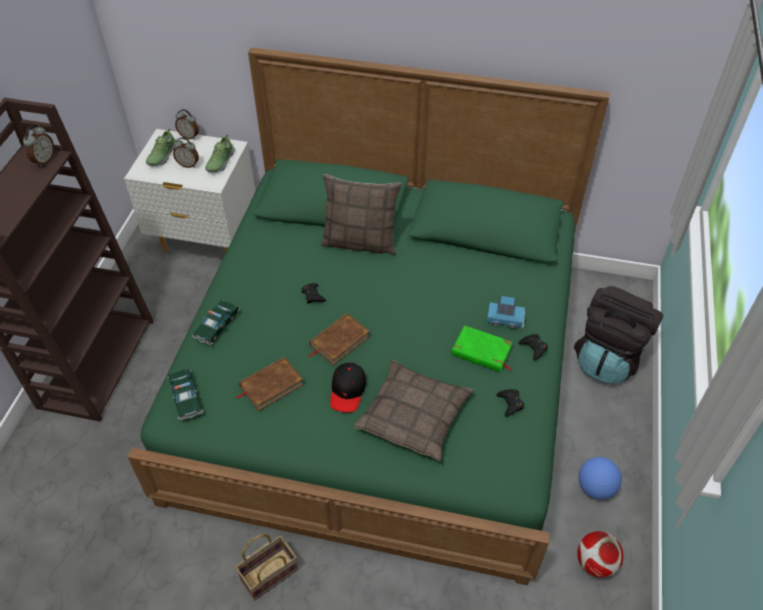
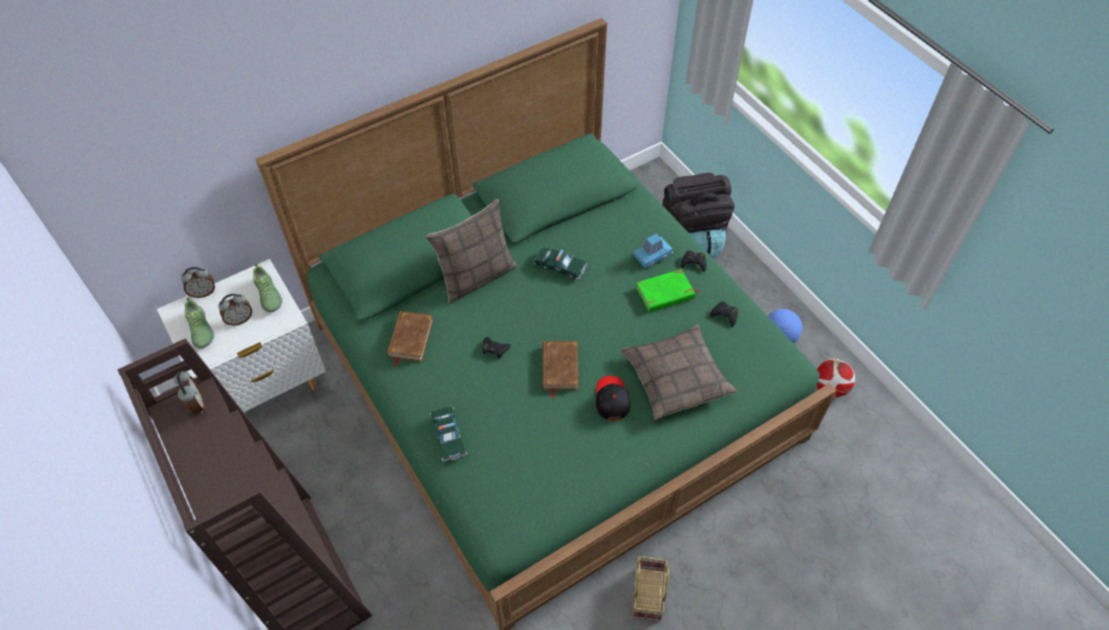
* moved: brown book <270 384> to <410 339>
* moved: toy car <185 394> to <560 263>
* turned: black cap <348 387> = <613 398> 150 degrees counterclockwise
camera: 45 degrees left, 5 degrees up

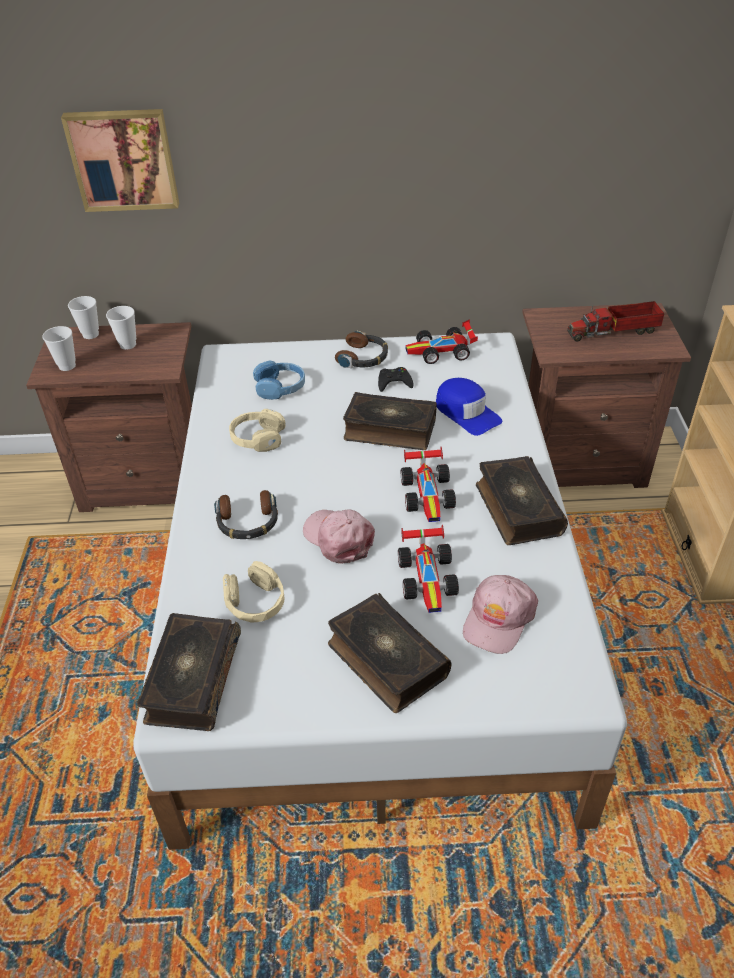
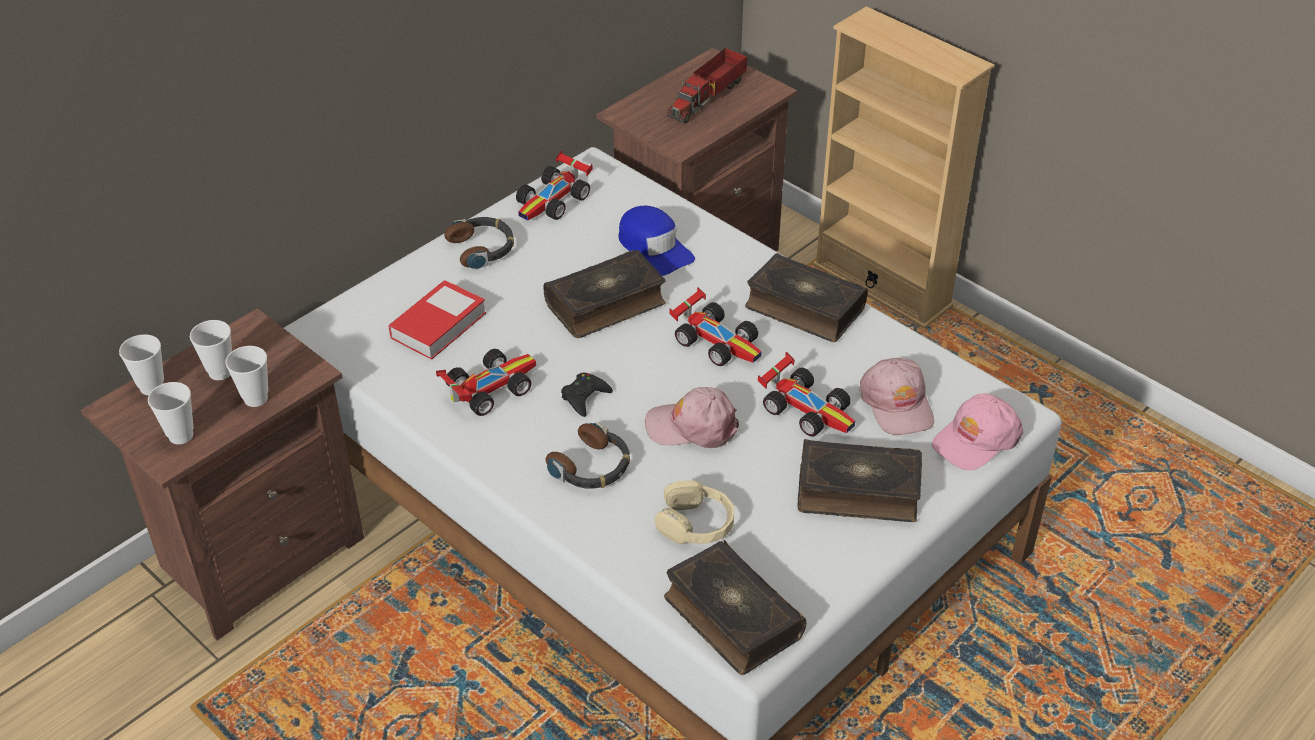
* added: cup <246 376>
* replaced: blue headphones <279 380> to book <437 320>
* replaced: beige headphones <257 430> to toy car <486 382>
* moved: black game controller <396 379> to <587 394>
* turned: blue cap <469 407> = <656 241> 45 degrees clockwise
* added: pink cap <977 432>
* removed: picture <120 160>
camera: 45 degrees left, 0 degrees up

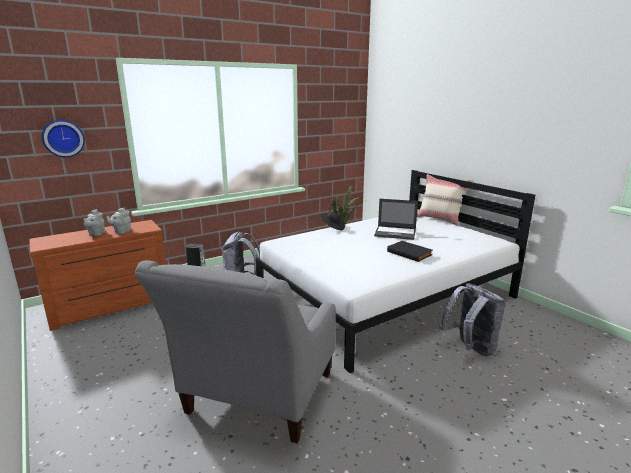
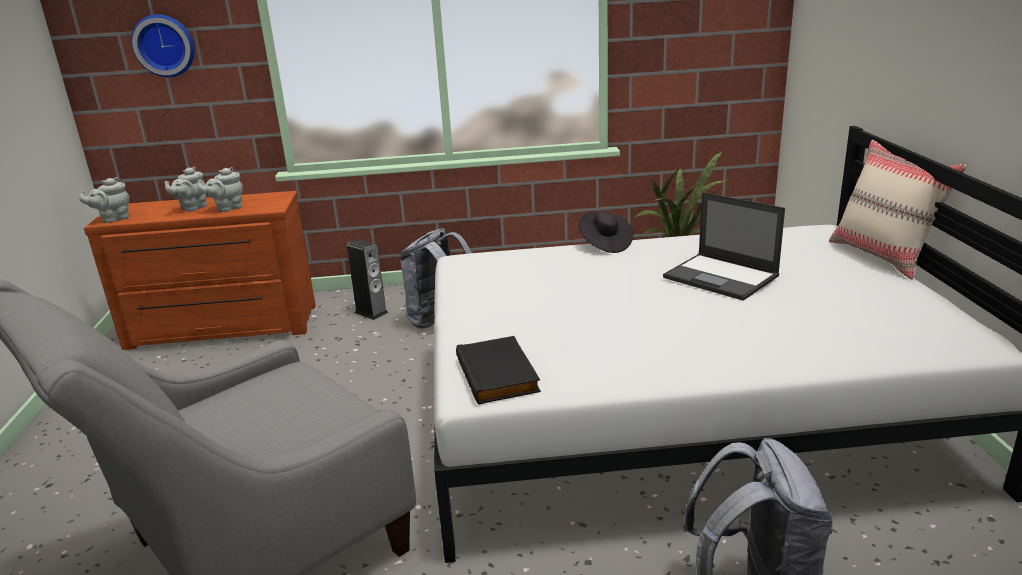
* added: grey teapot <104 200>
* moved: black book <409 251> to <498 370>
camera: 30 degrees right, 5 degrees up

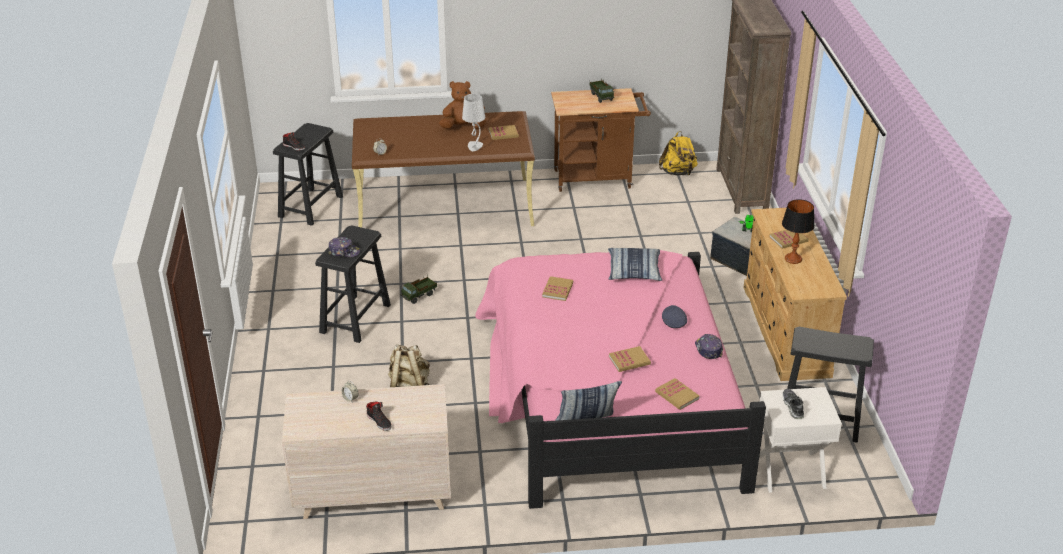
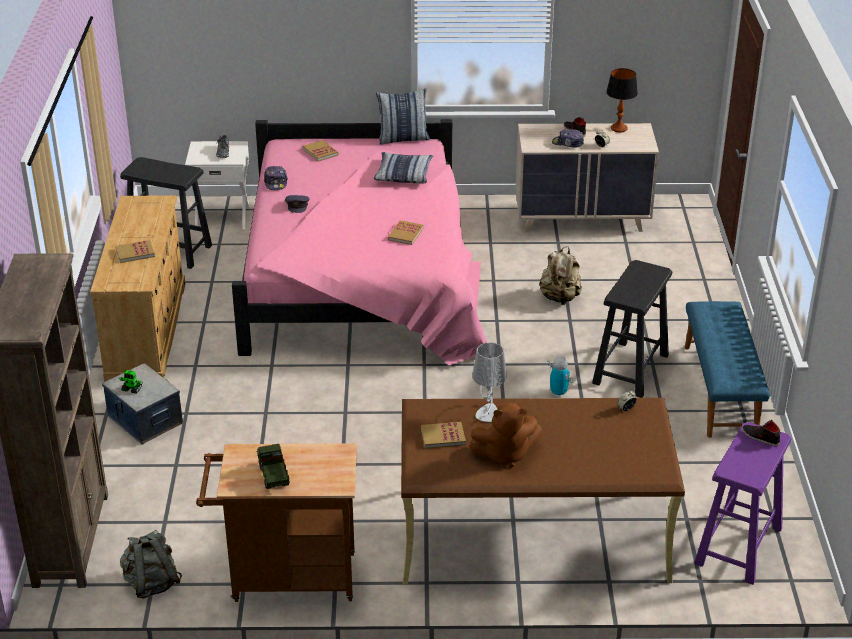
* recoloured: yellow backpack <678 153> to grey backpack <151 564>
* moved: pillow <635 264> to <403 167>
* replaced: toy truck <419 290> to toy robot <560 376>
* moved: cap <344 247> to <568 138>
* moved: table lamp <798 231> to <622 100>
* added: blue bench <727 369>
* recoloured: black stool <308 174> to purple stool <742 503>
* removed: book <630 359>
camera: 175 degrees left, 0 degrees up

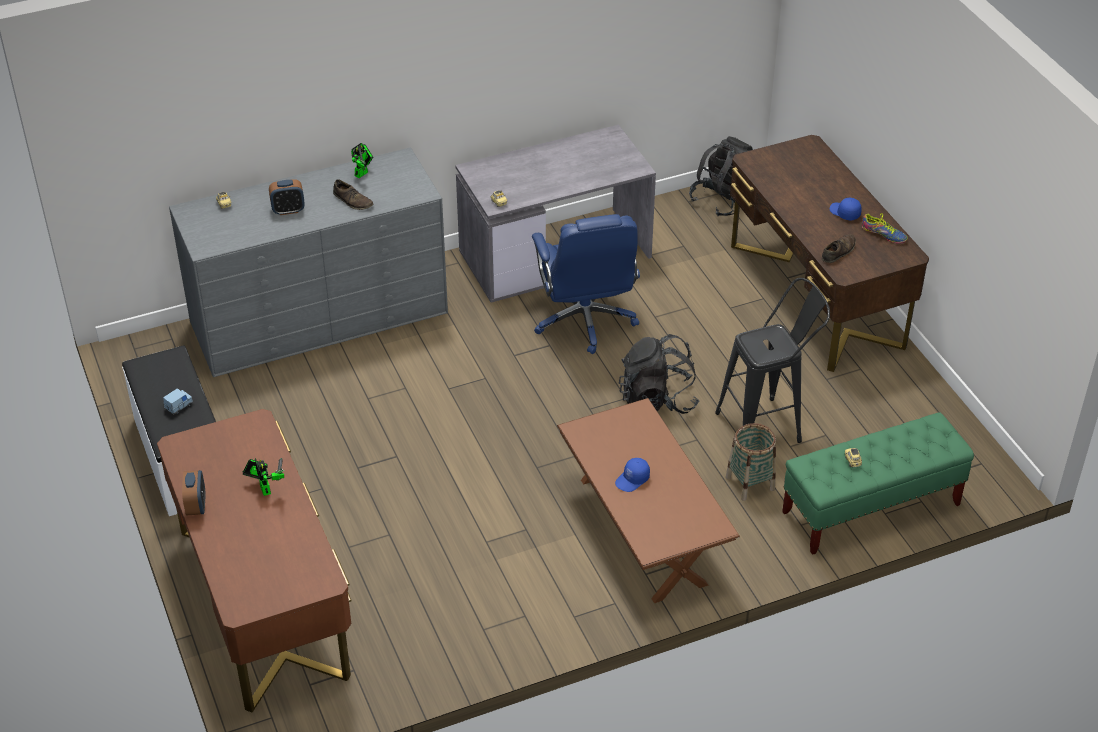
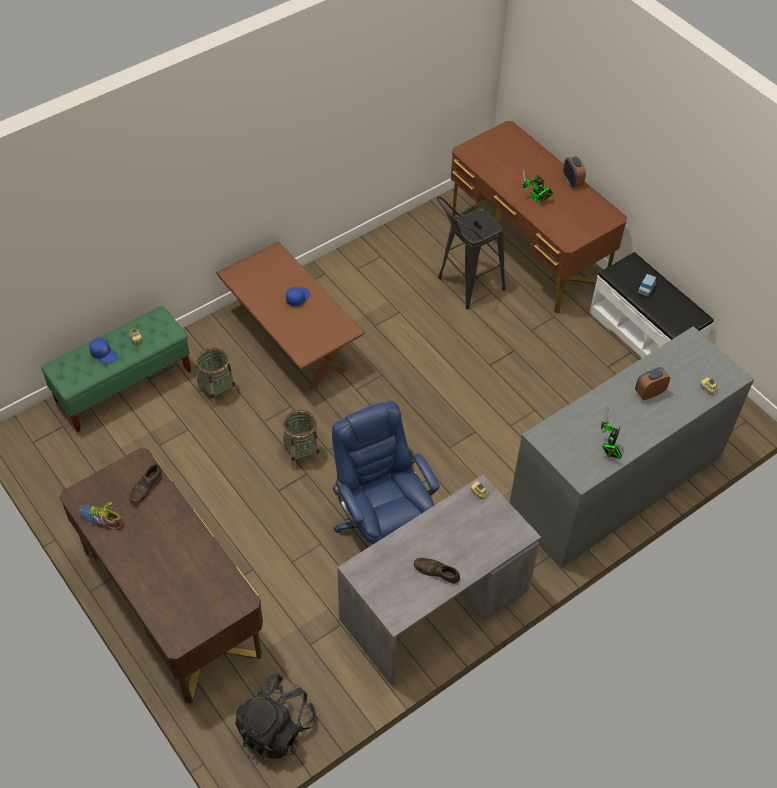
* moved: blue cap <846 209> to <103 351>
* replaced: black backpack <659 374> to basket <302 439>
* moved: brown shoe <353 194> to <437 571>
* moved: black stool <772 360> to <471 252>
camera: 165 degrees right, 10 degrees up

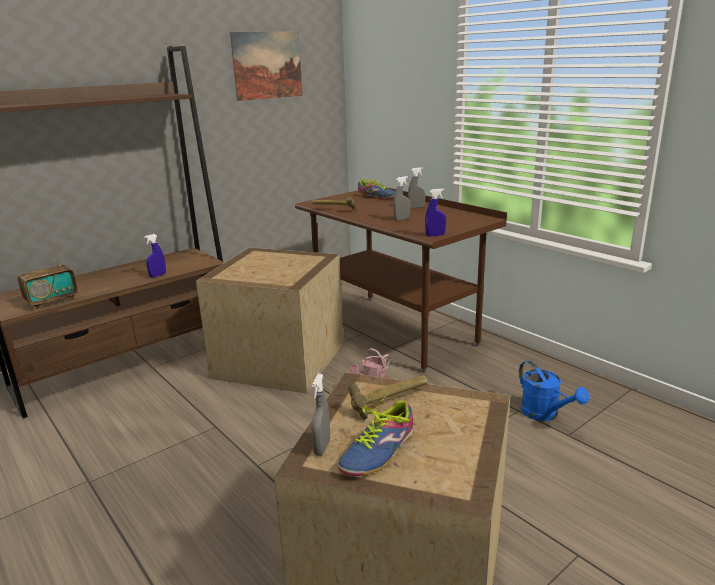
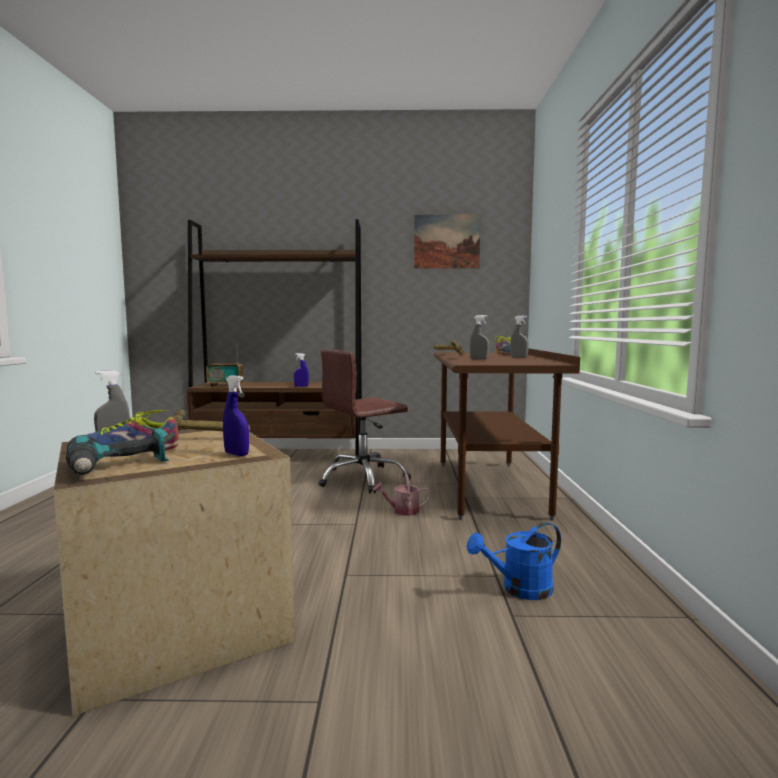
* added: power drill <117 451>
* moved: blue spray bottle <435 212> to <236 415>
* replaced: crate <269 321> to brown office chair <364 421>
* turned: blue watering can <554 391> = <514 561> 60 degrees clockwise
camera: 40 degrees right, 15 degrees down

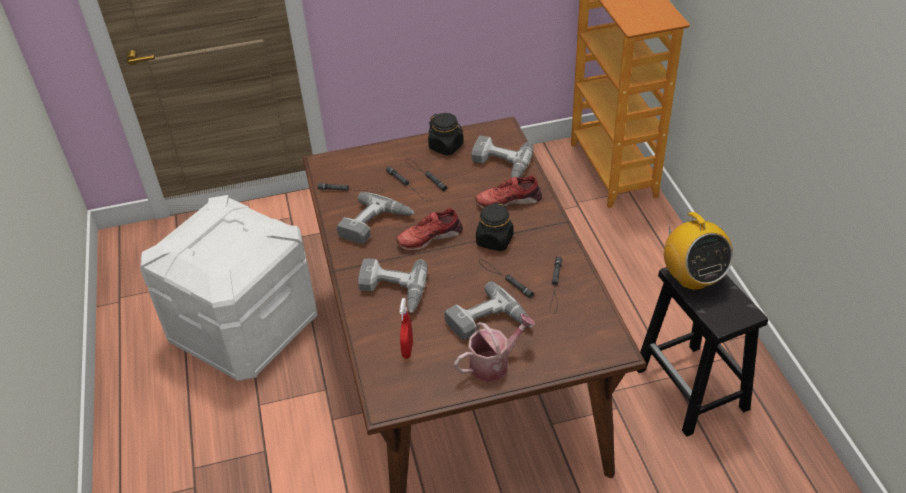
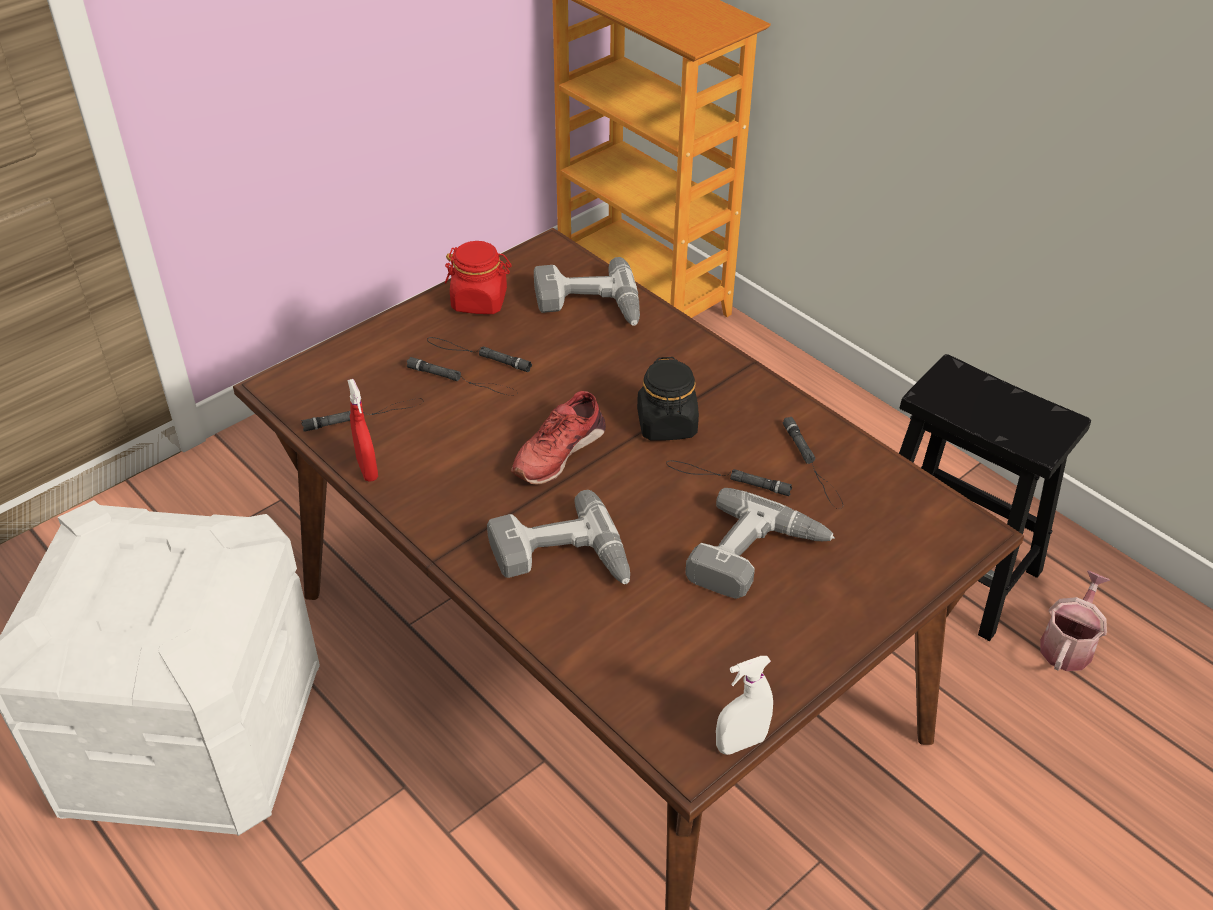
* moved: red spray bottle <406 328> to <362 430>
* recoloured: black jar <446 134> to red jar <478 277>
* added: white spray bottle <744 705>
* moved: watering can <495 348> to <1075 621>
* removed: power drill <376 218>
* removed: red shoe <508 191>
* removed: radio <698 251>
camera: 30 degrees left, 0 degrees up

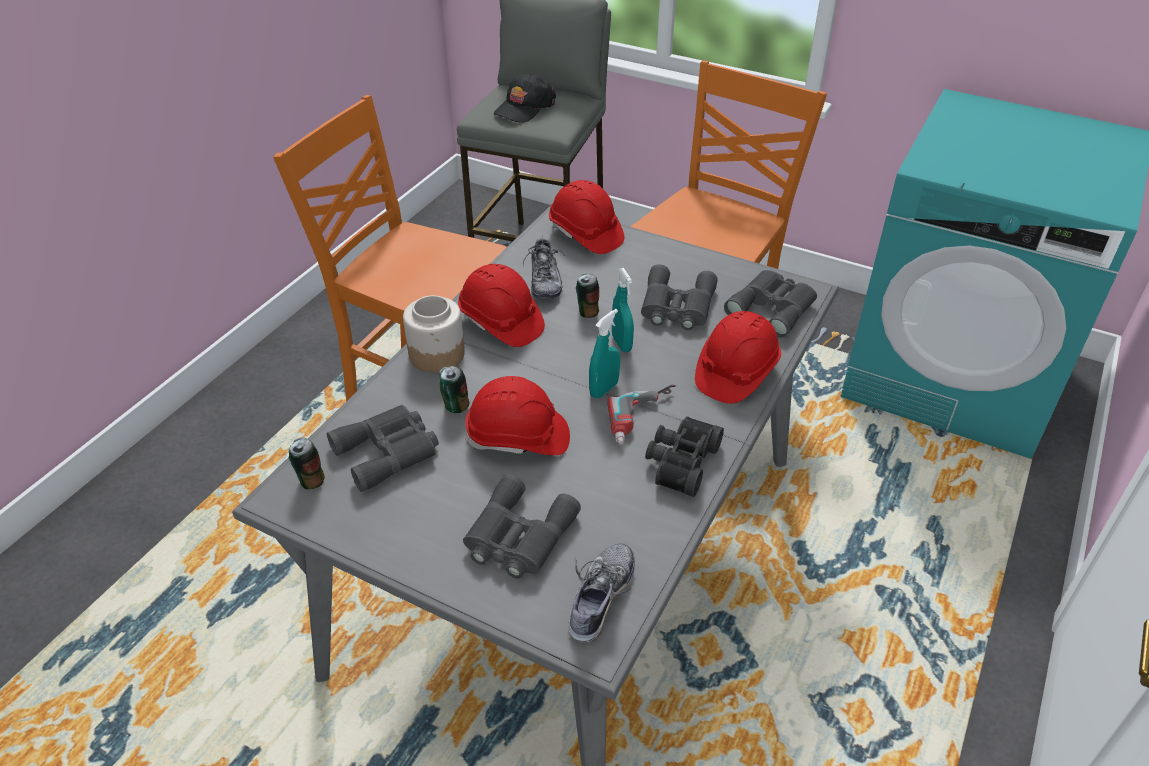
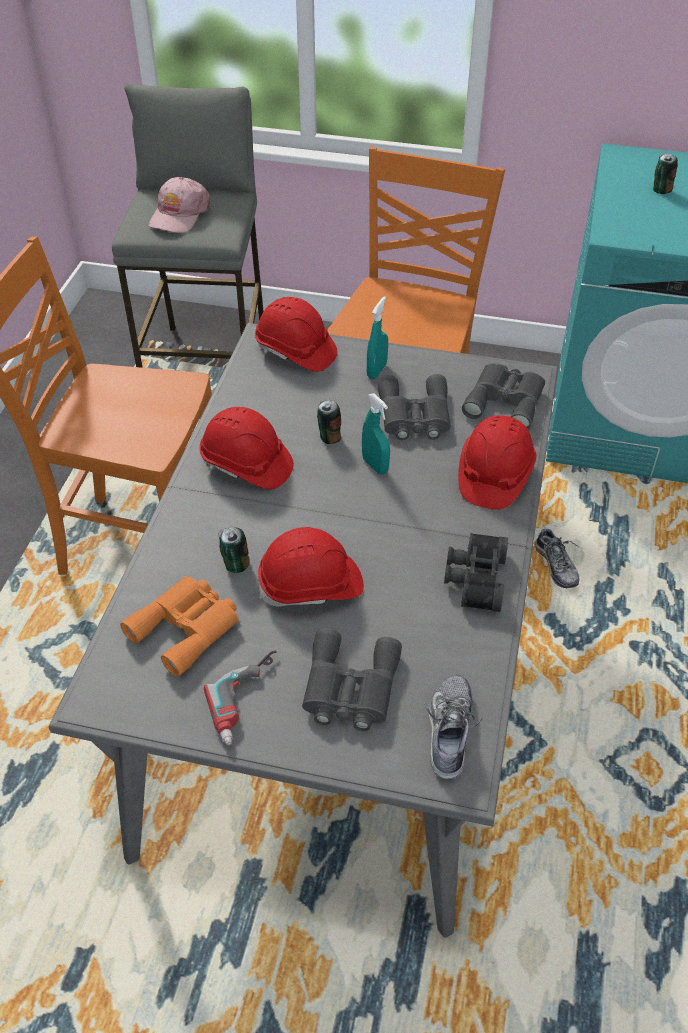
* recoloured: grey binoculars <383 448> to orange binoculars <179 626>
* recoloured: black cap <525 98> to pink cap <180 205>
* moved: power drill <641 415> to <240 698>
* moved: turquoise spray bottle <604 353> to <377 337>
* moved: shoe <545 268> to <557 557>
* moved: can <307 463> to <665 174>
* removed: jar <434 333>
camera: 15 degrees left, 5 degrees up

